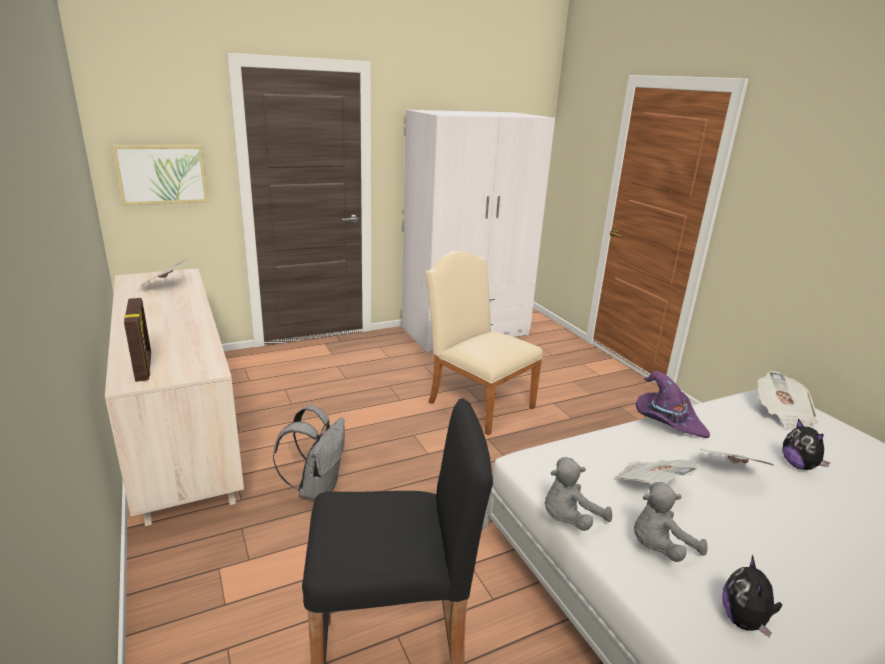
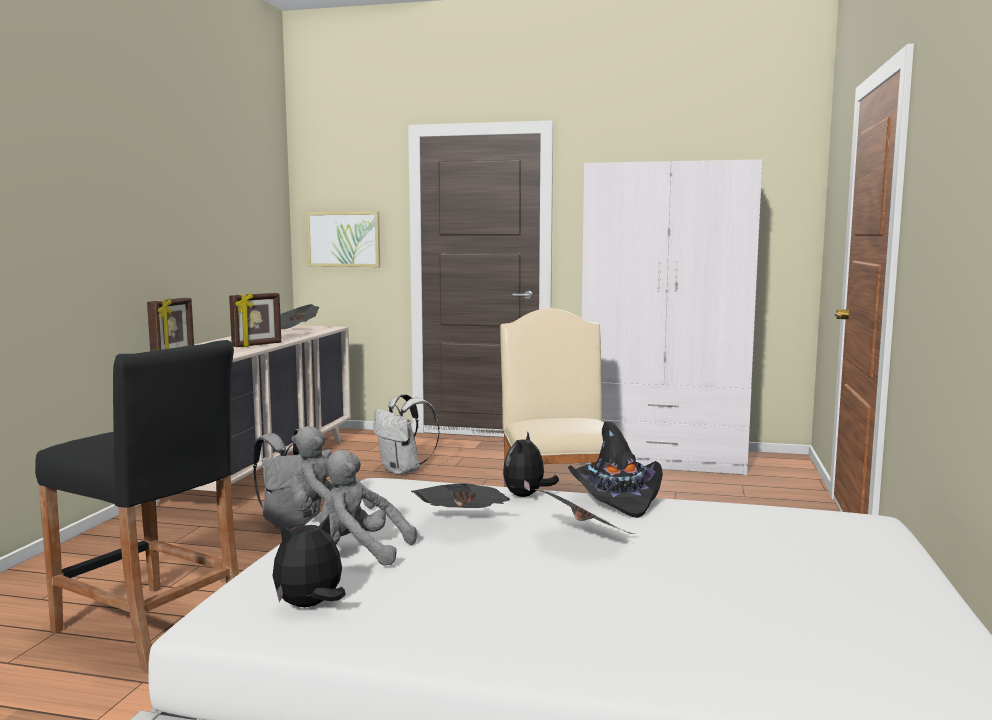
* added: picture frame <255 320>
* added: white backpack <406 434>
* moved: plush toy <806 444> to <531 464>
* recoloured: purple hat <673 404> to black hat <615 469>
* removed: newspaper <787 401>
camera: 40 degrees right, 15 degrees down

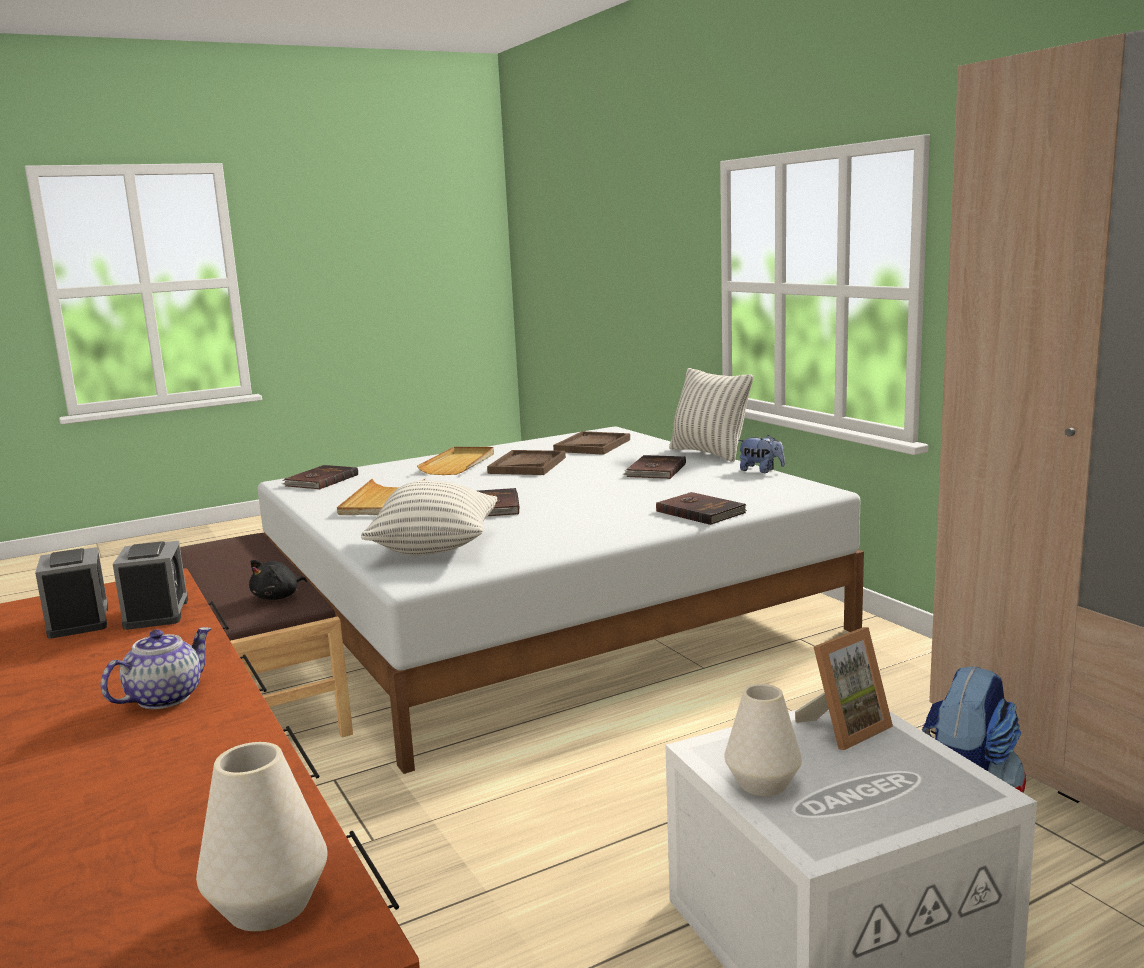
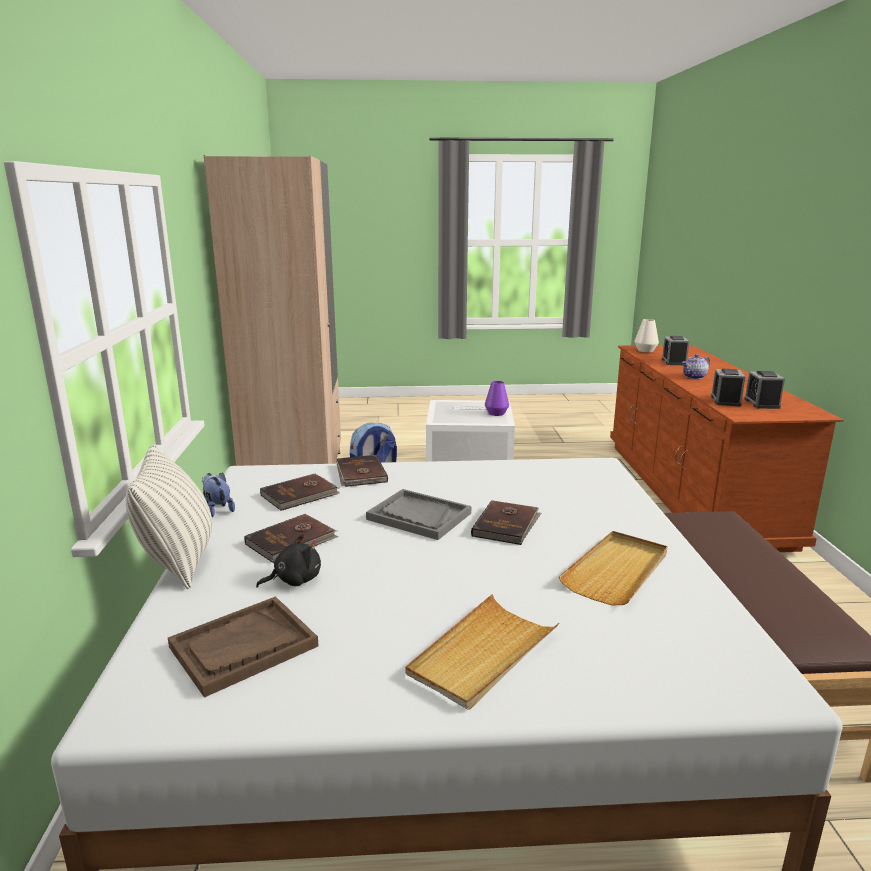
* moved: black plush toy <278 580> to <288 561>
* moved: brown book <320 477> to <300 492>
* added: grey tray <418 514>
* recoloured: white vase <763 740> to purple vase <497 398>
* added: alarm clock <675 350>
* removed: pillow <429 517>
* removed: brown tray <526 462>
* removed: picture frame <844 688>
camera: 155 degrees left, 5 degrees up

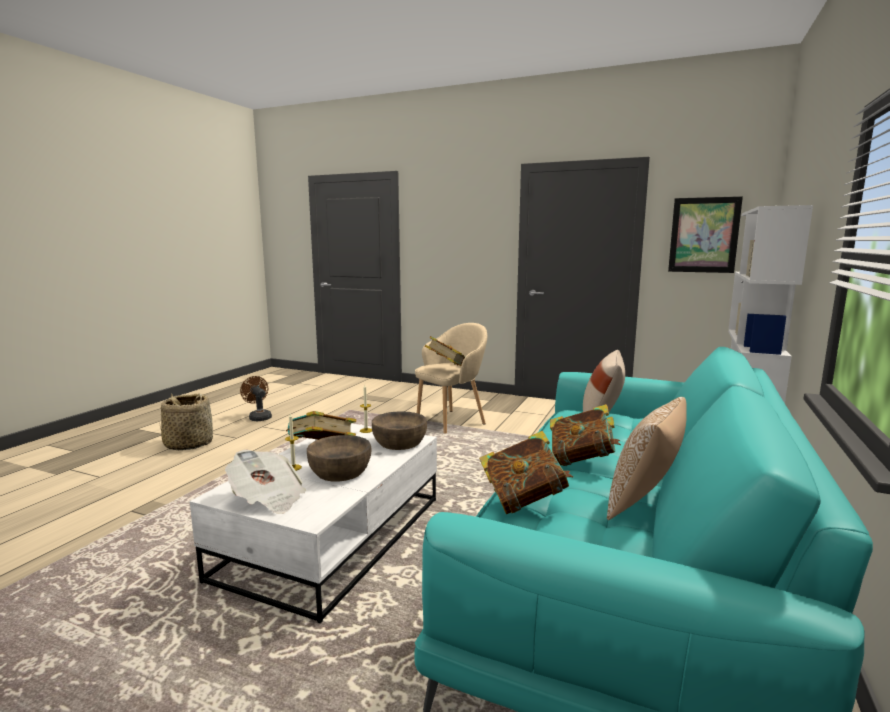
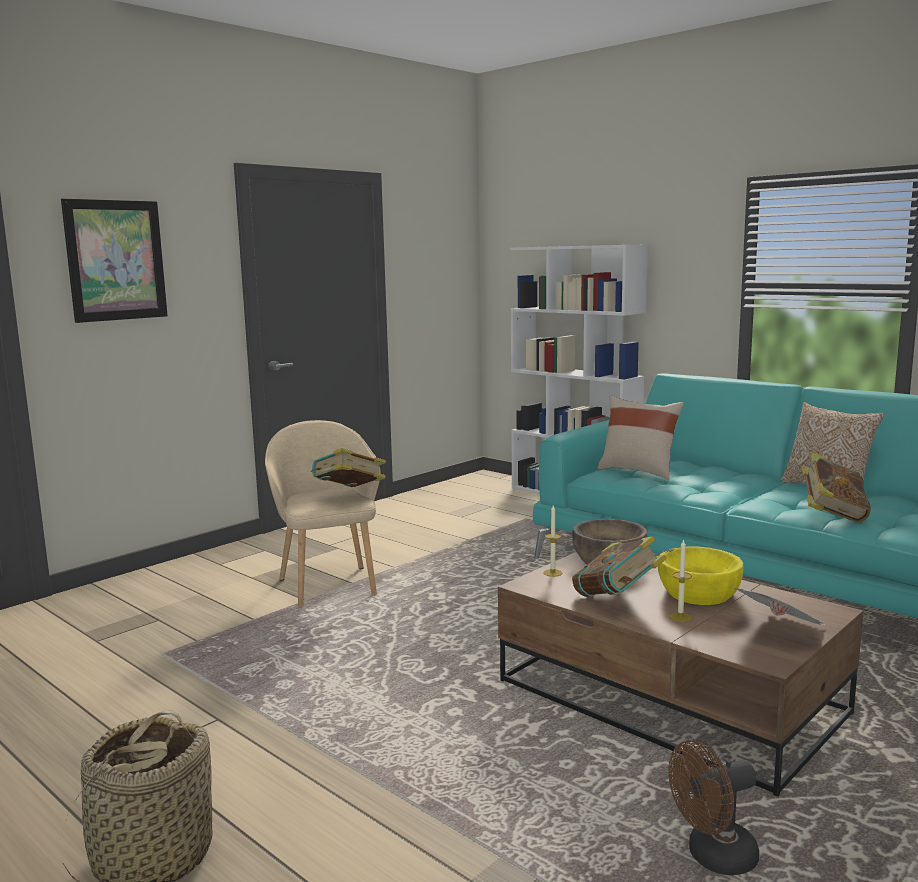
* moved: picture <705 234> to <114 261>
* recoloured: white coffee table <313 523> to brown coffee table <680 674>
* recoloured: brown bowl <339 458> to yellow bowl <701 576>
* moved: brown fan <256 398> to <713 807>
* removed: book <585 435>
camera: 70 degrees left, 0 degrees up

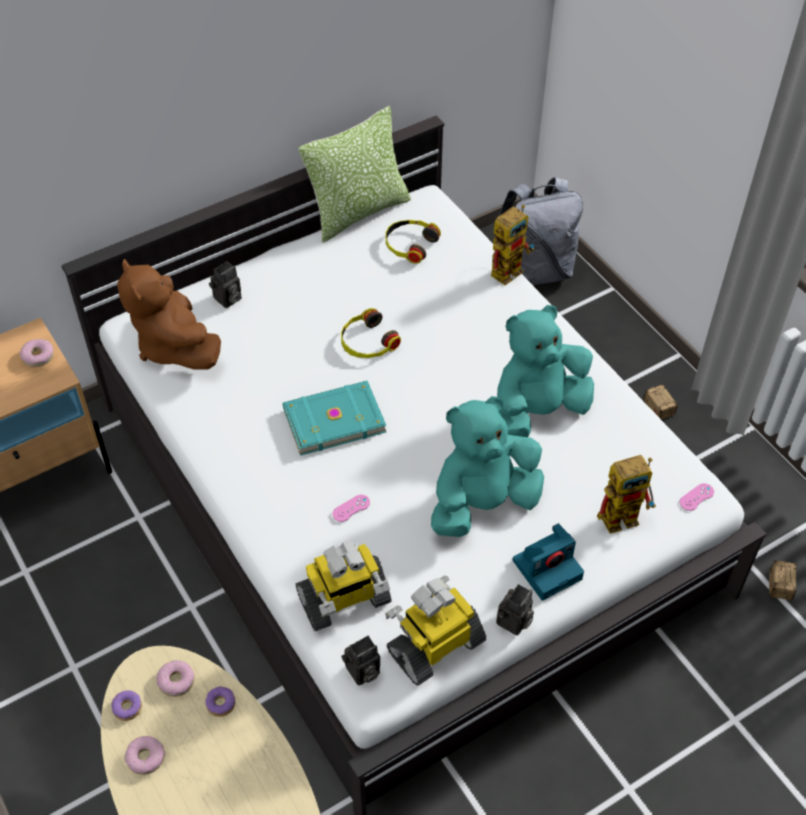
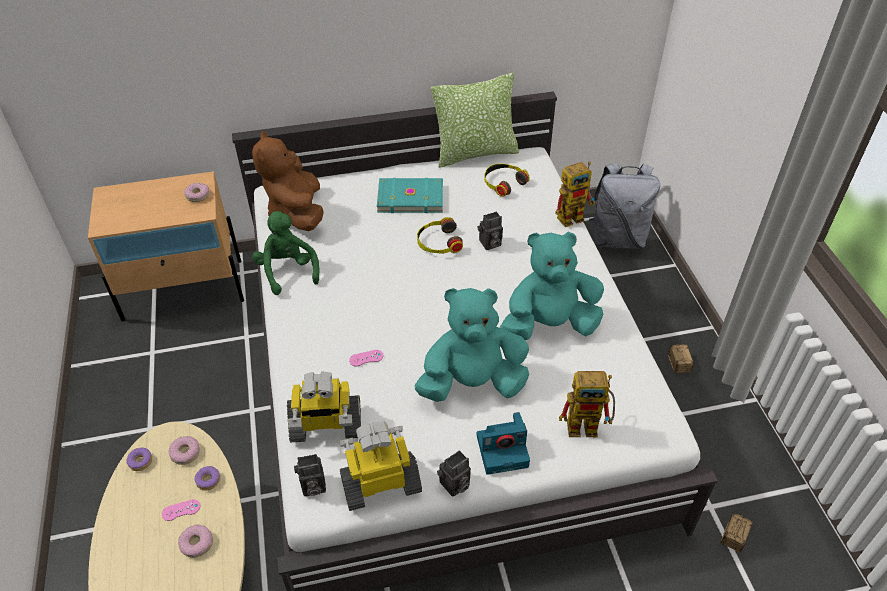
* moved: pink game controller <697 497> to <181 510>
* moved: donut <145 755> to <195 541>
* added: green plush toy <286 253>
* moved: turquoise book <334 418> to <410 195>
* moved: photo camera <225 284> to <490 230>
camera: 20 degrees right, 5 degrees down

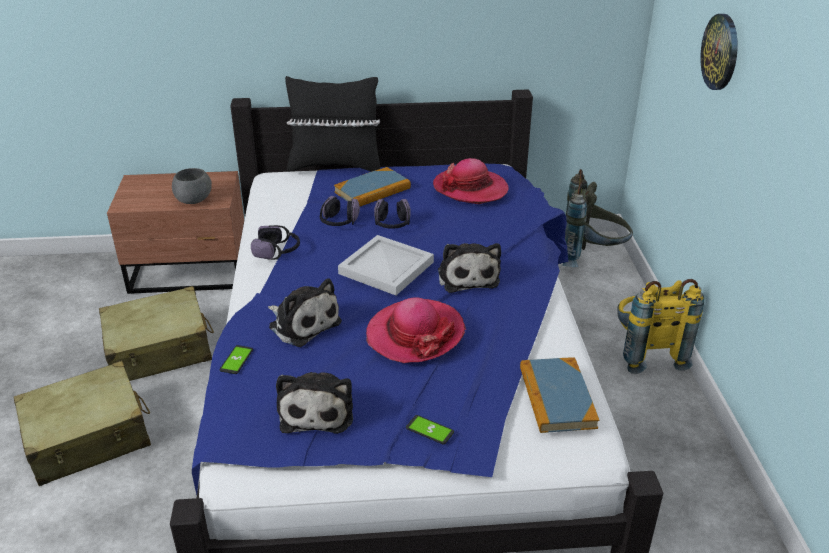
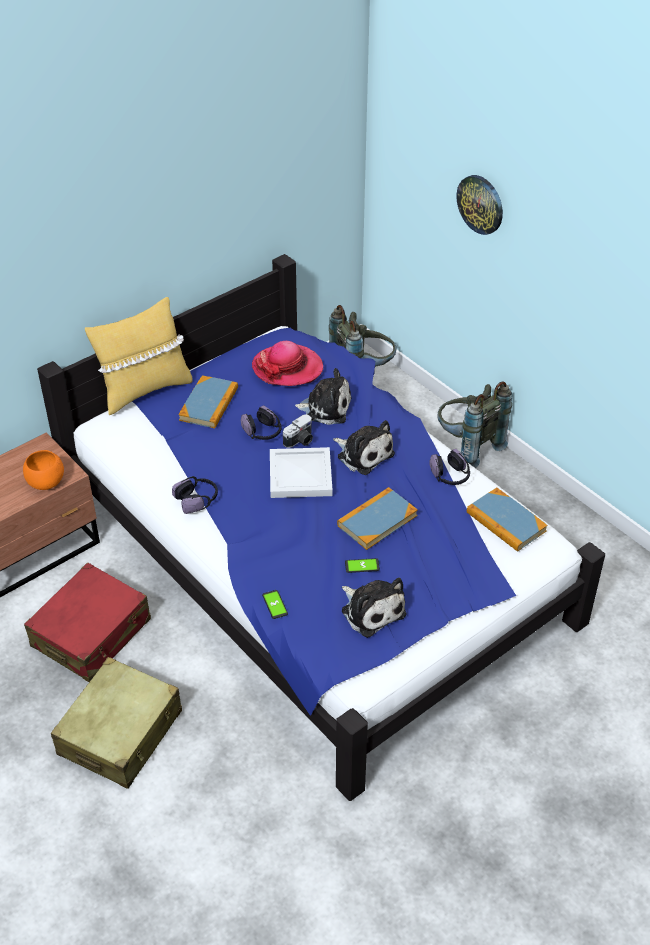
* recoloured: grey bowl <192 186> to orange bowl <43 470>
* recoloured: beige suitcase <156 333> to red suitcase <87 622>
* recoloured: black pillow <332 124> to yellow pillow <138 356>
* added: photo camera <298 431>
* moved: plush toy <305 312> to <323 396>
* replaced: hat <416 330> to book <377 518>
* moved: phone <430 429> to <362 565>
* moved: headphones <340 211> to <450 467>
* recoloured: yellow backpack <660 326> to grey backpack <474 424>
camera: 35 degrees left, 10 degrees up

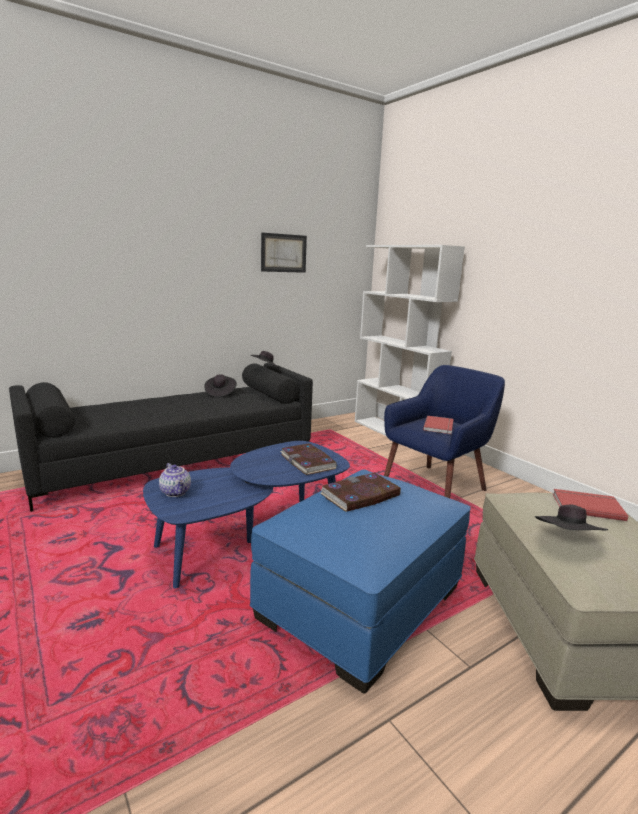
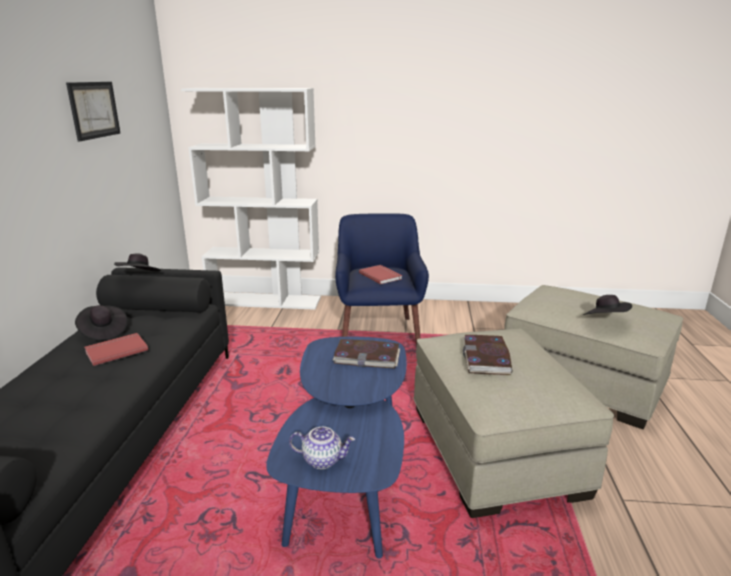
* moved: red book <590 505> to <116 349>
* recoloured: blue ottoman <360 581> to beige ottoman <513 423>
camera: 50 degrees left, 5 degrees up

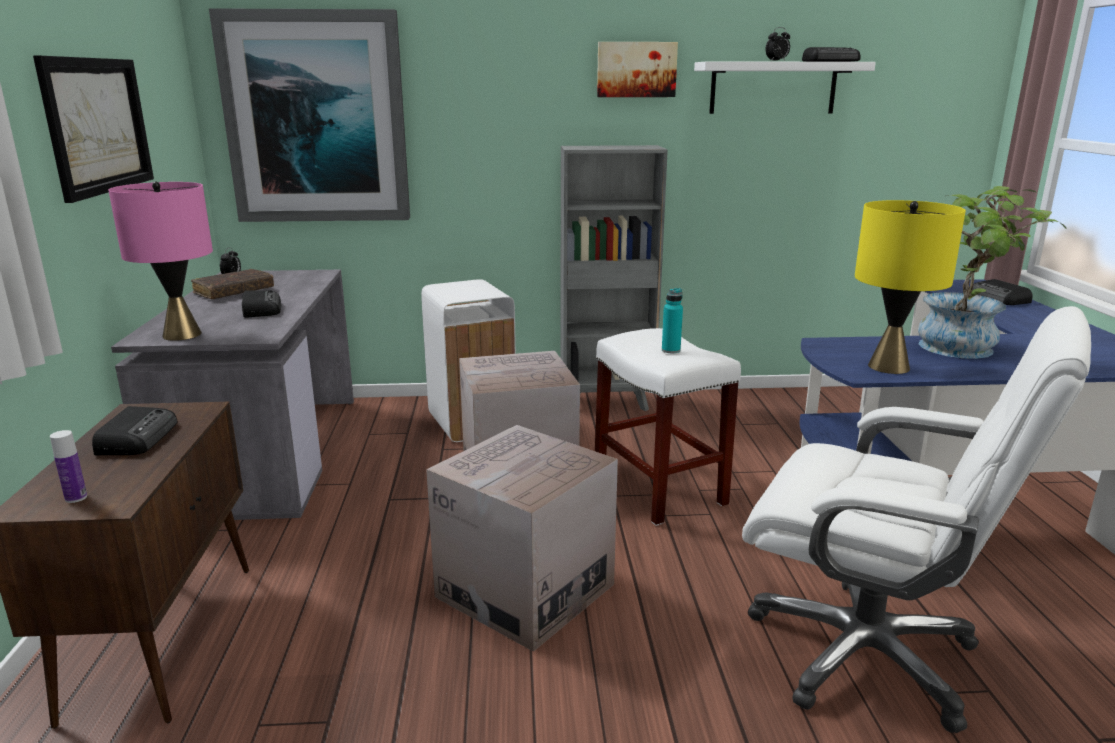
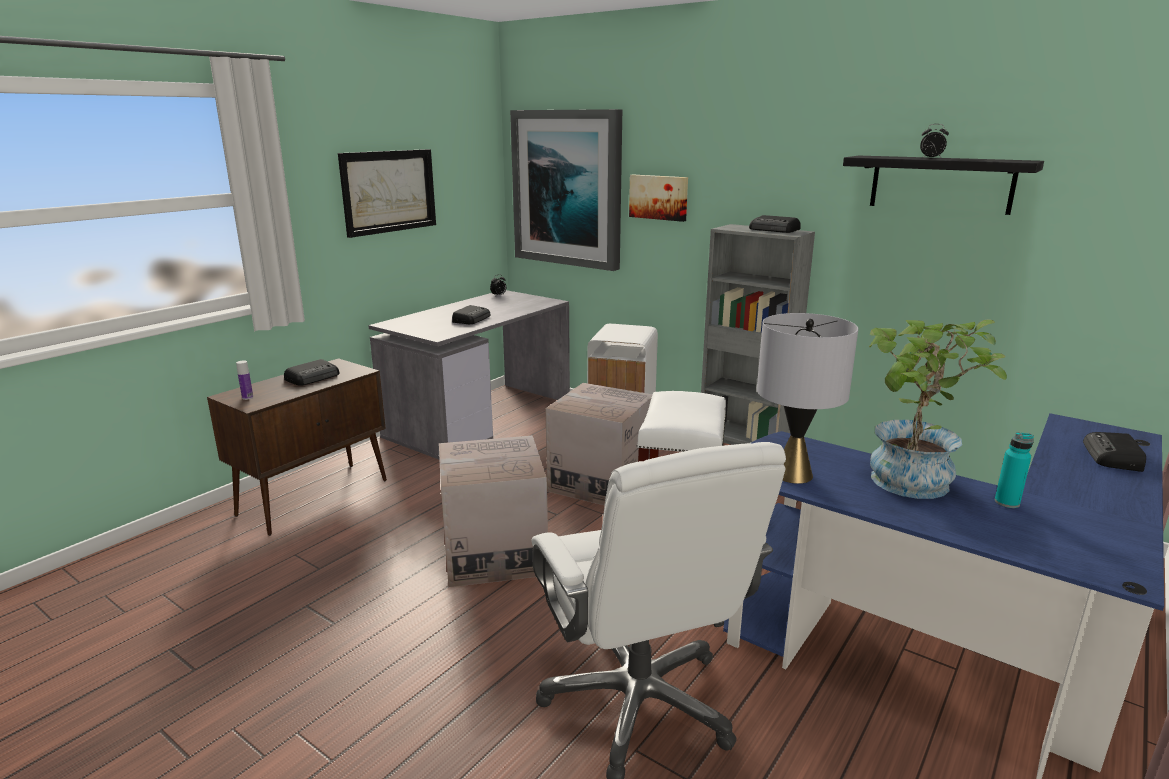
* moved: picture <637 69> to <658 198>
* moved: radio <831 54> to <775 224>
* recoloured: yellow table lamp <910 287> to grey table lamp <807 398>
* recoloured: white shelf <785 88> to black shelf <943 185>
* moved: turquoise bottle <672 320> to <1014 470>
* removed: pink table lamp <160 261>
* removed: brown book <232 284>
camera: 40 degrees right, 0 degrees up

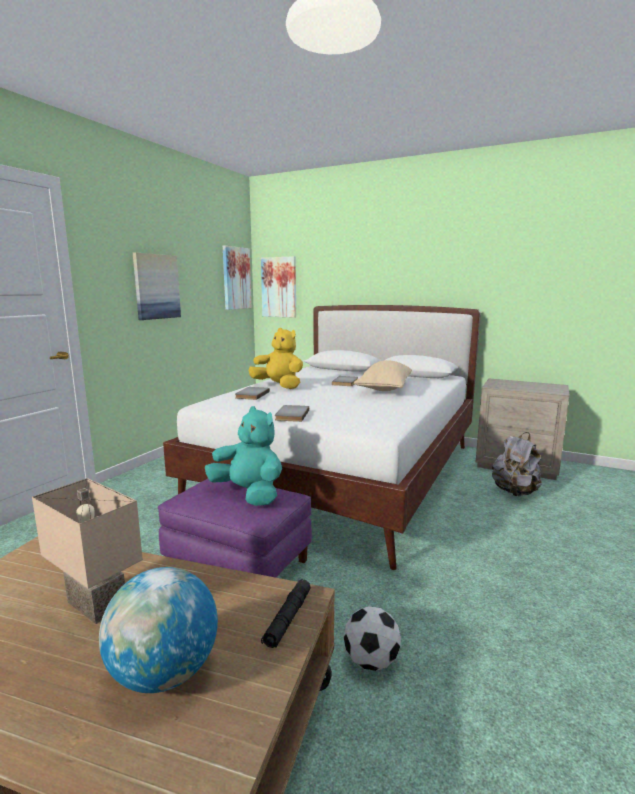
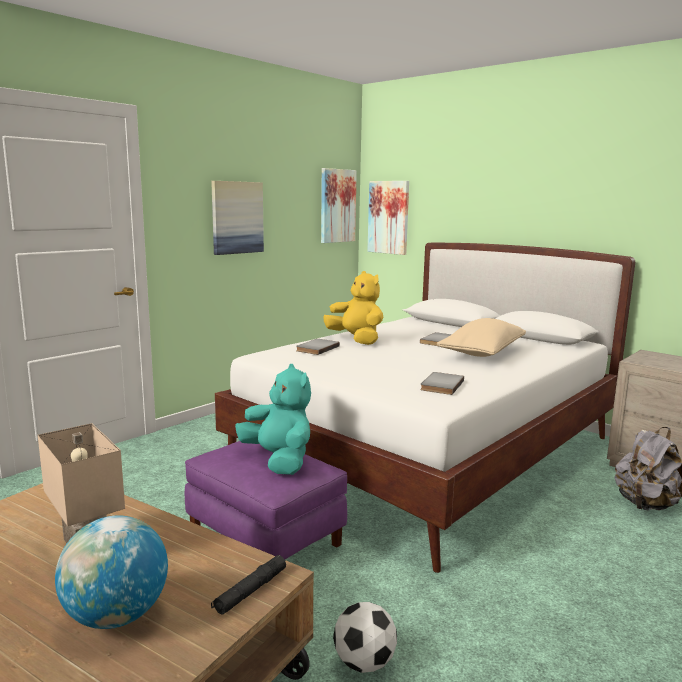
* moved: grey book <292 413> to <442 383>
camera: 15 degrees right, 0 degrees up

